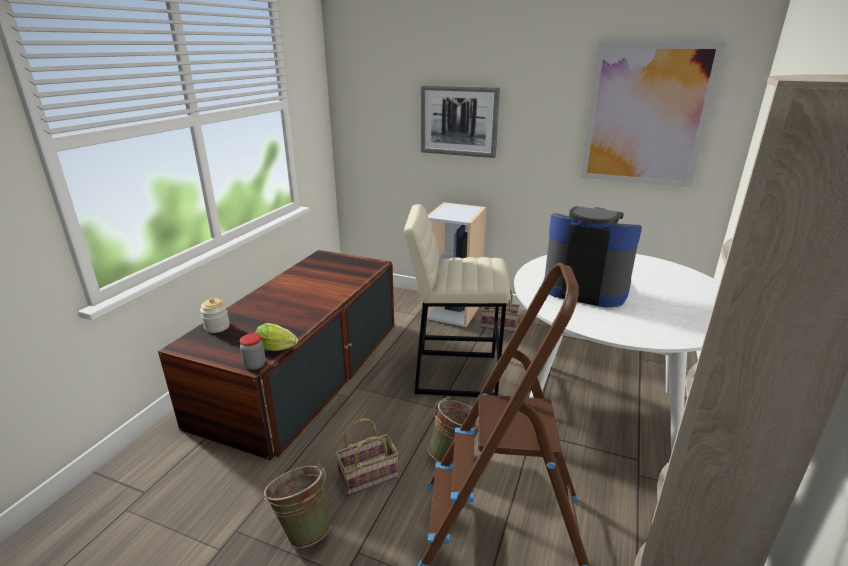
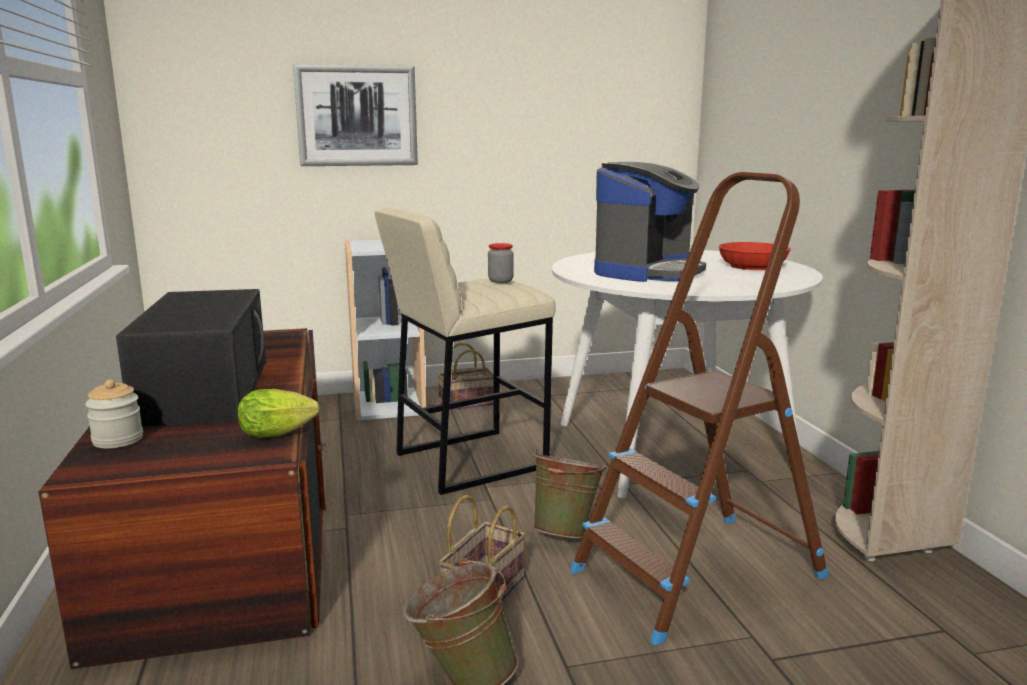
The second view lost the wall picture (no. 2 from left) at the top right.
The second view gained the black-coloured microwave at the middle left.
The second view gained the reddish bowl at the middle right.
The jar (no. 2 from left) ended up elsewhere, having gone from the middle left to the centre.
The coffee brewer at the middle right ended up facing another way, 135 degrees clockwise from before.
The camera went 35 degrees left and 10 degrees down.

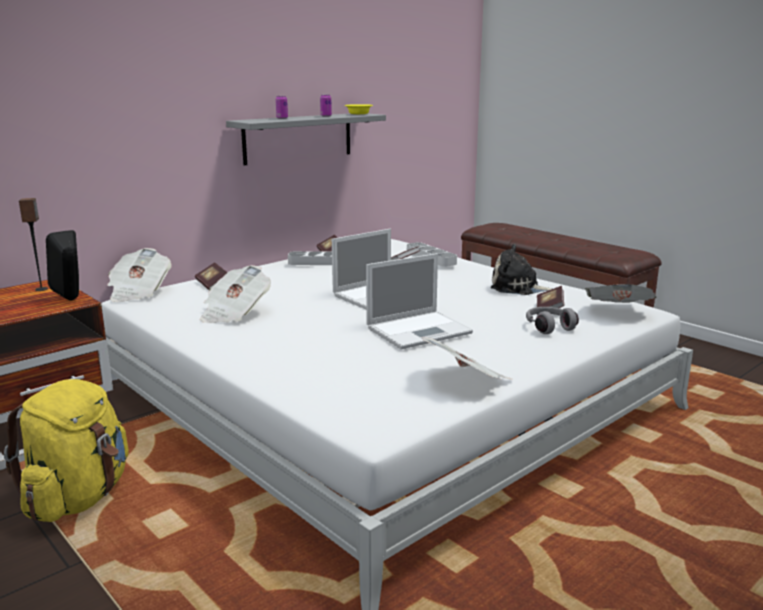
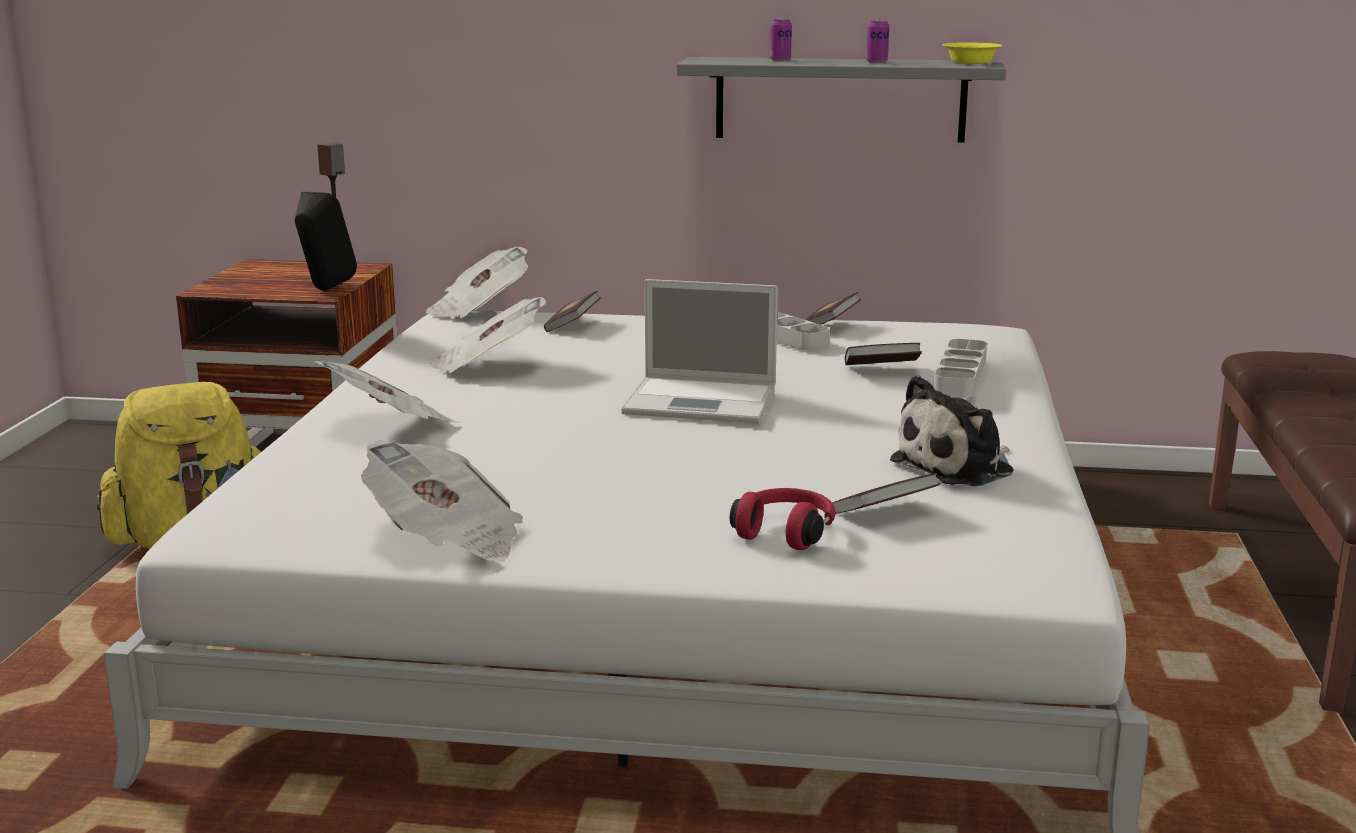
The second view lost the portable computer (no. 2 from left) at the centre.
The newspaper (no. 4 from left in the first image) ended up elsewhere, having gone from the middle right to the middle left.
What was the gray pair of headphones at the middle right turned into the reddish pair of headphones at the centre.
The cuddly toy at the middle right ended up facing another way, 105 degrees counterclockwise from before.
The camera went 50 degrees right and 0 degrees up.

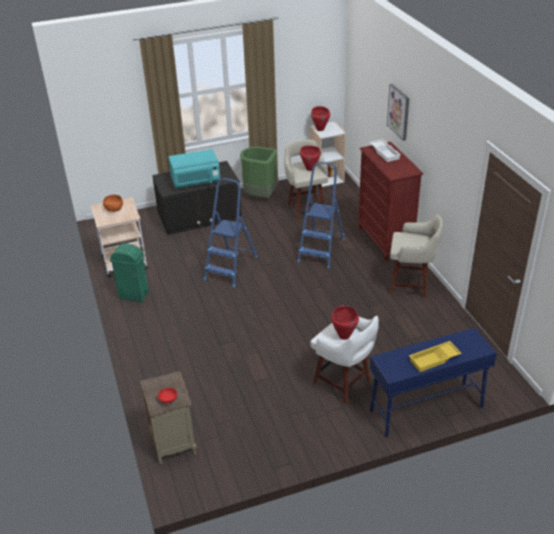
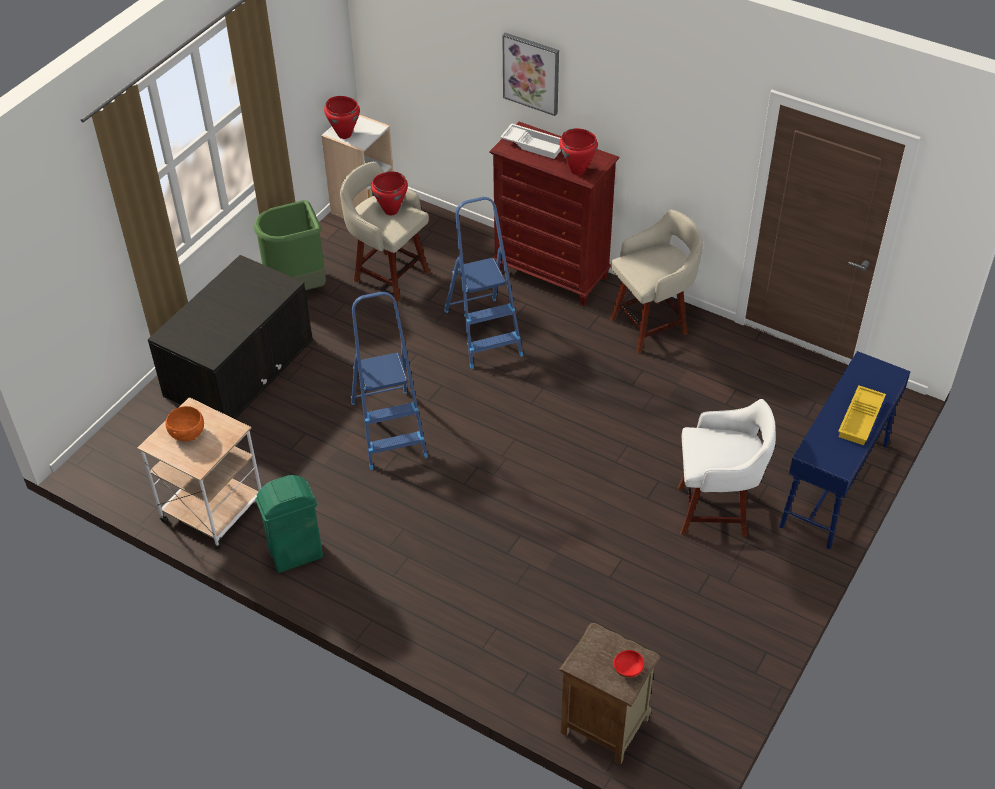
The second view lost the blue-green microwave at the top centre.
The reddish saucepot (no. 3 from left) ended up elsewhere, having gone from the centre to the top centre.
The camera went 40 degrees left and 10 degrees up.

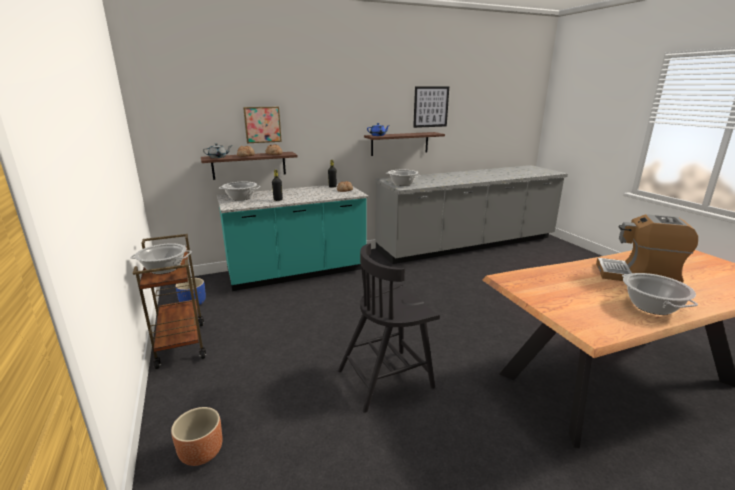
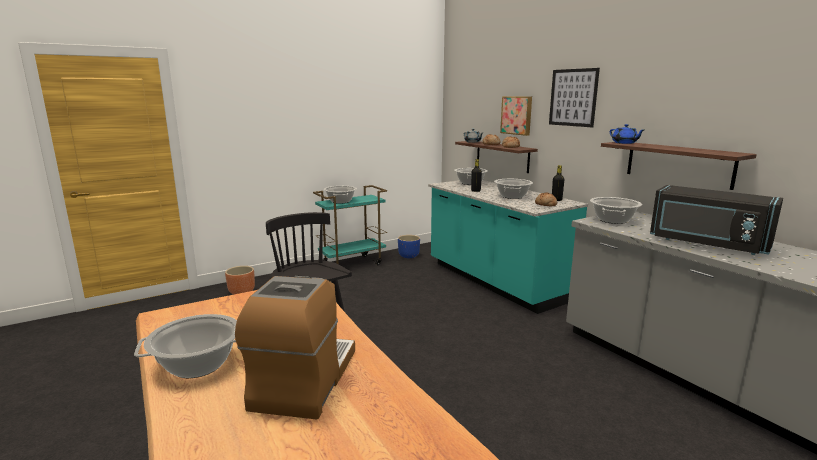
The second view gained the saucepot (no. 4 from left) at the centre.
The second view gained the black-coloured microwave at the middle right.
The wall picture (no. 2 from left) ended up elsewhere, having gone from the top centre to the top right.
What was the brown-coloured cart at the middle left turned into the blue-green cart at the centre.
The camera went 80 degrees right and 5 degrees down.

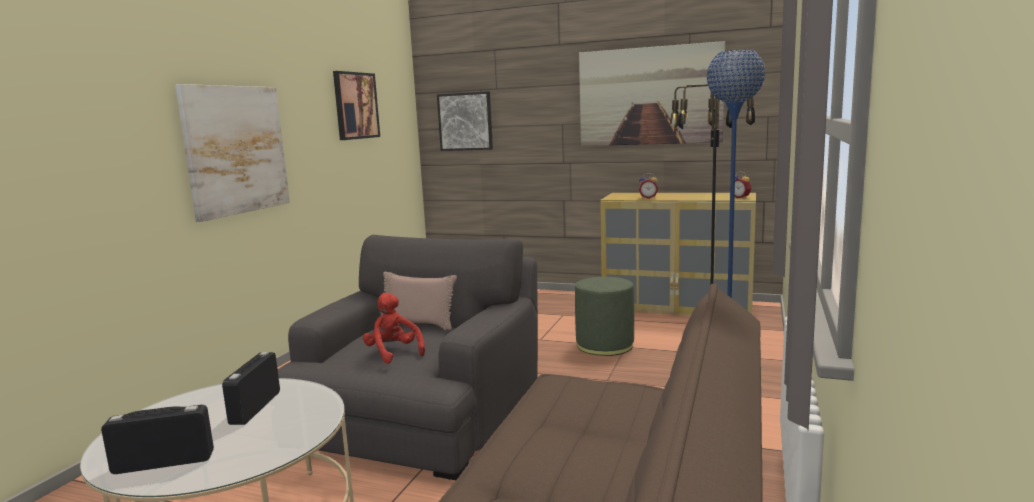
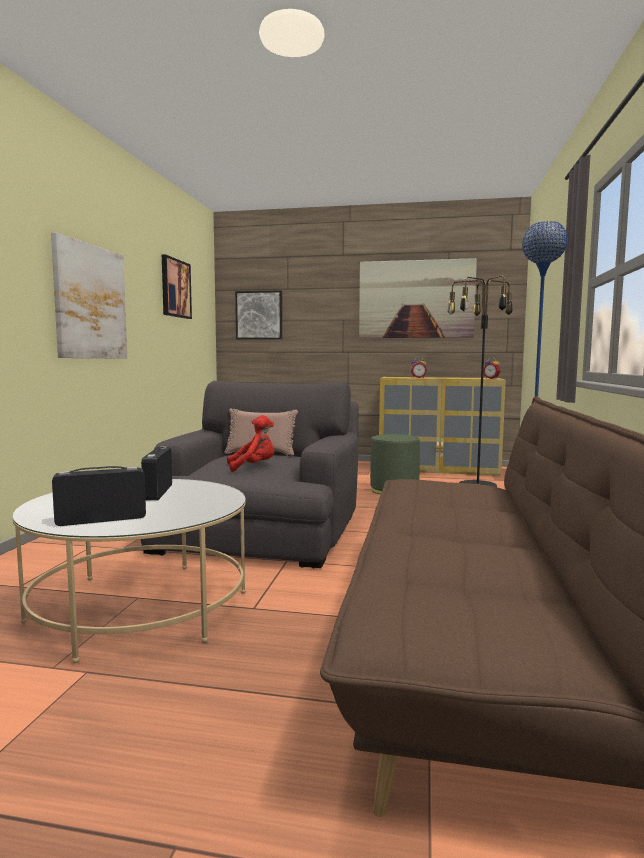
The reddish cuddly toy at the centre ended up facing another way, 120 degrees clockwise from before.
The camera went 10 degrees left and 5 degrees down.

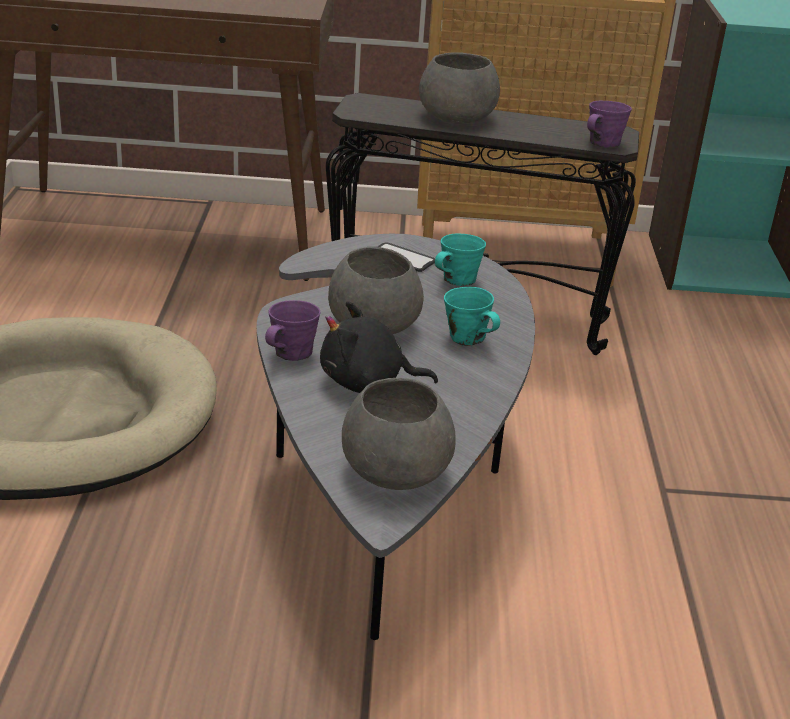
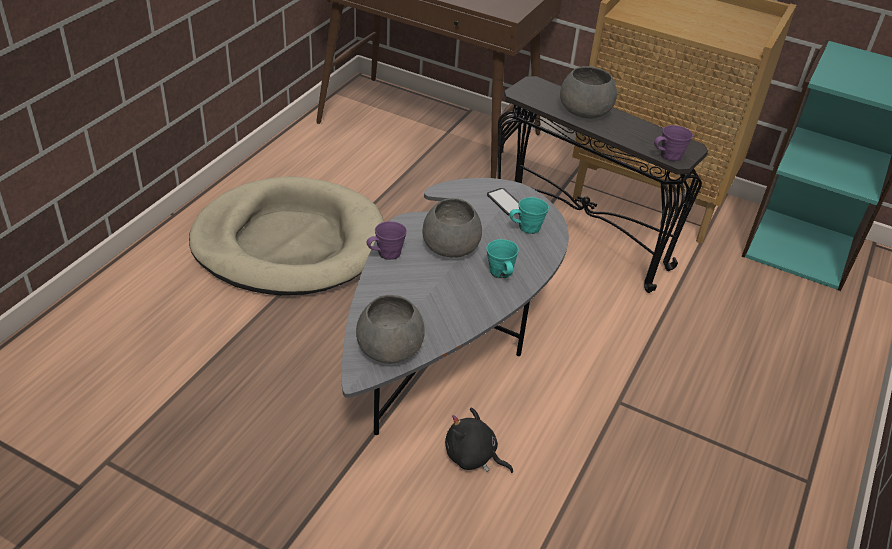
The black-coloured cuddly toy ended up elsewhere, having gone from the centre to the bottom centre.
The camera went 25 degrees right and 10 degrees up.

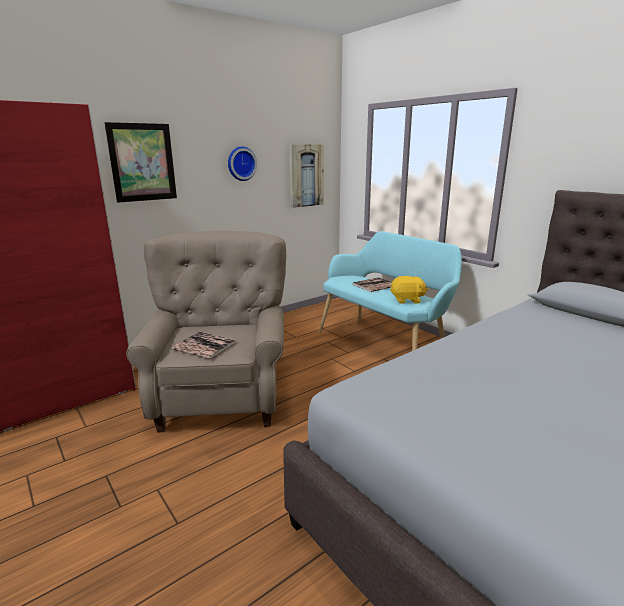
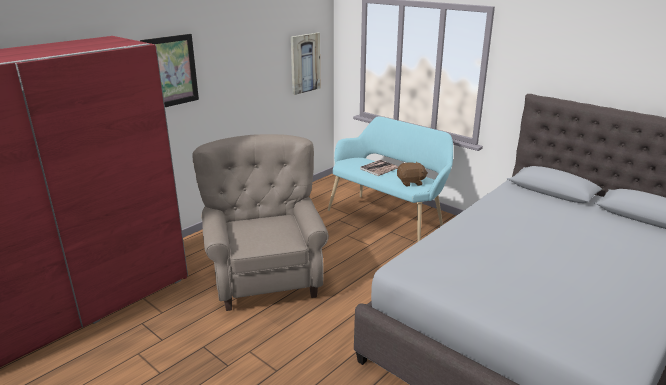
The second view lost the bound book (no. 1 from left) at the middle left.
The second view lost the clock on the wall at the top centre.
What was the yellow cuddly toy at the centre turned into the brown-coloured cuddly toy at the centre.
The camera went 10 degrees left and 5 degrees up.

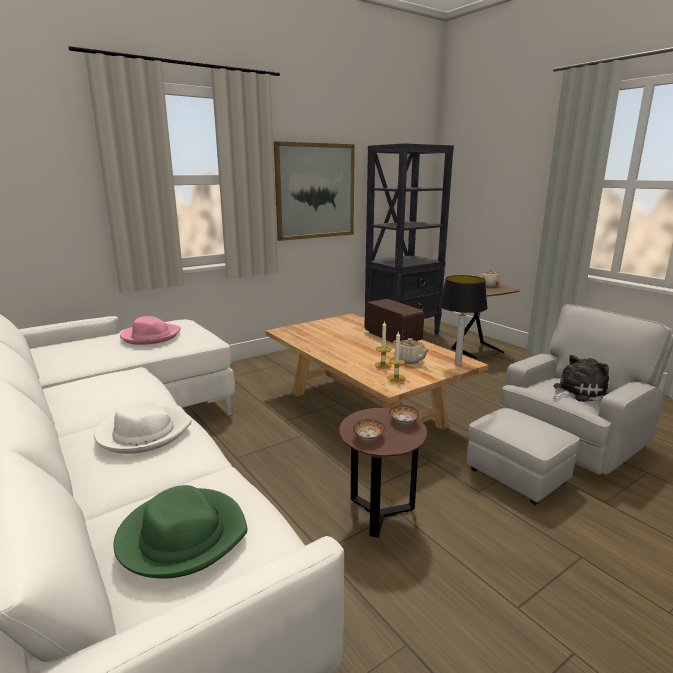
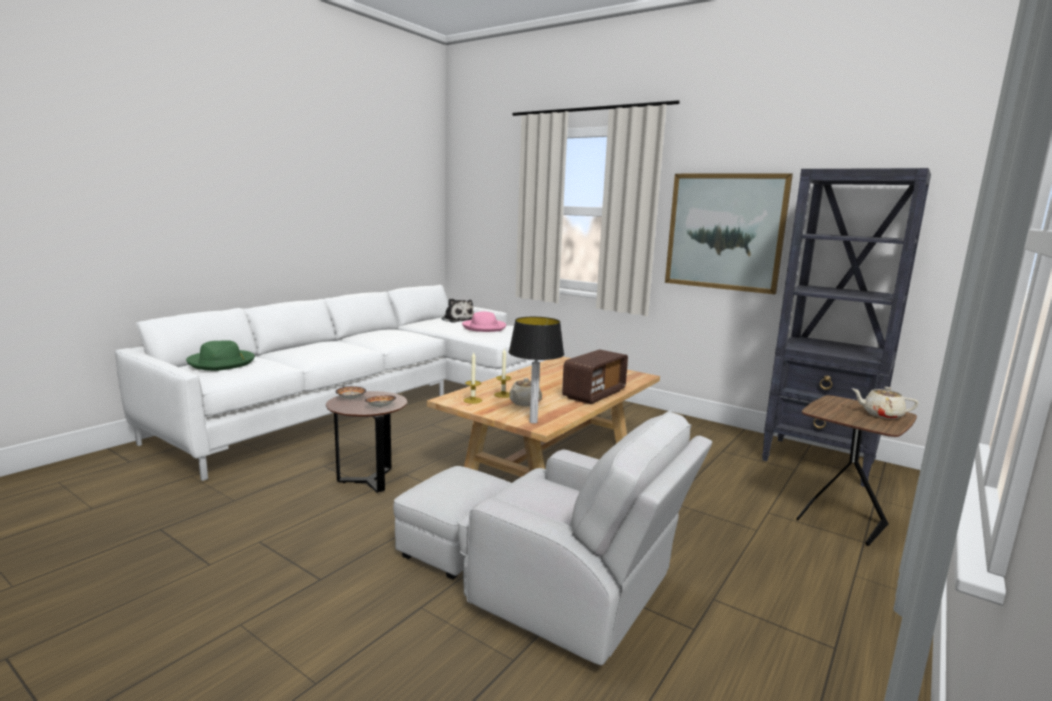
The second view lost the whitish wearable hat at the middle left.
The cuddly toy ended up elsewhere, having gone from the middle right to the centre.
The camera went 70 degrees right and 5 degrees down.

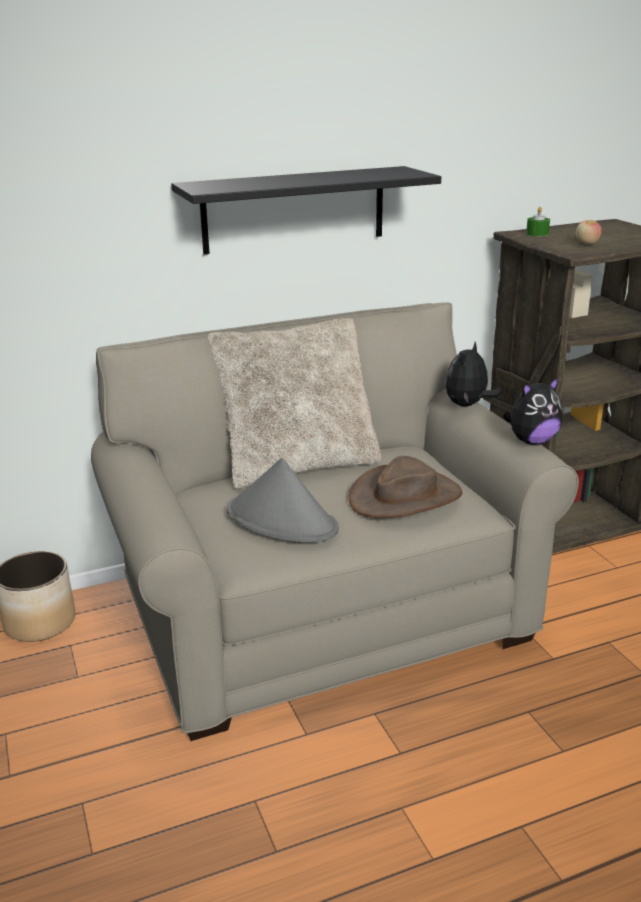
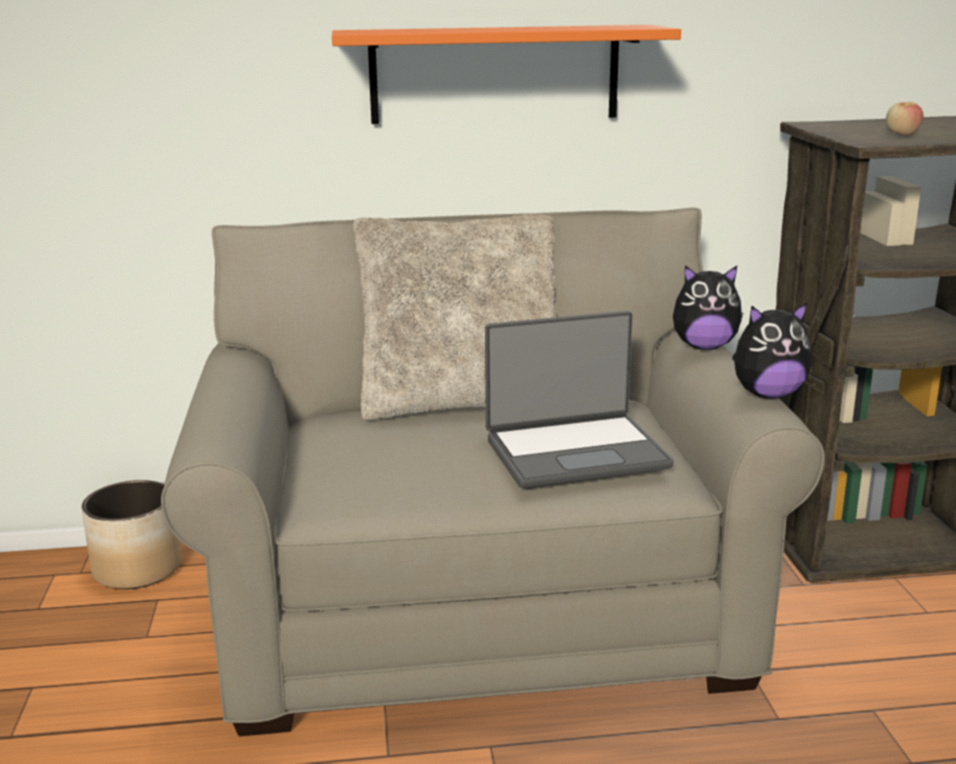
The second view lost the gray wearable hat at the centre.
The second view lost the green-coloured wax candle at the top right.
Where the brown-coloured wearable hat stood at the centre, the portable computer came to stand at the centre.
What was the black-coloured wall shelf at the top centre turned into the orangey wall shelf at the top centre.
The cuddly toy (no. 1 from left) at the middle right ended up facing another way, 135 degrees counterclockwise from before.
The camera went 15 degrees right and 5 degrees down.

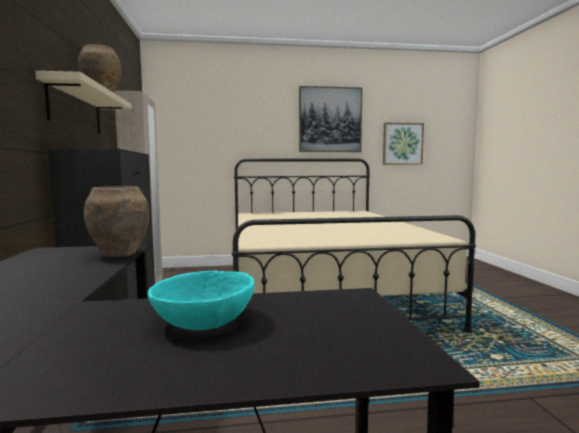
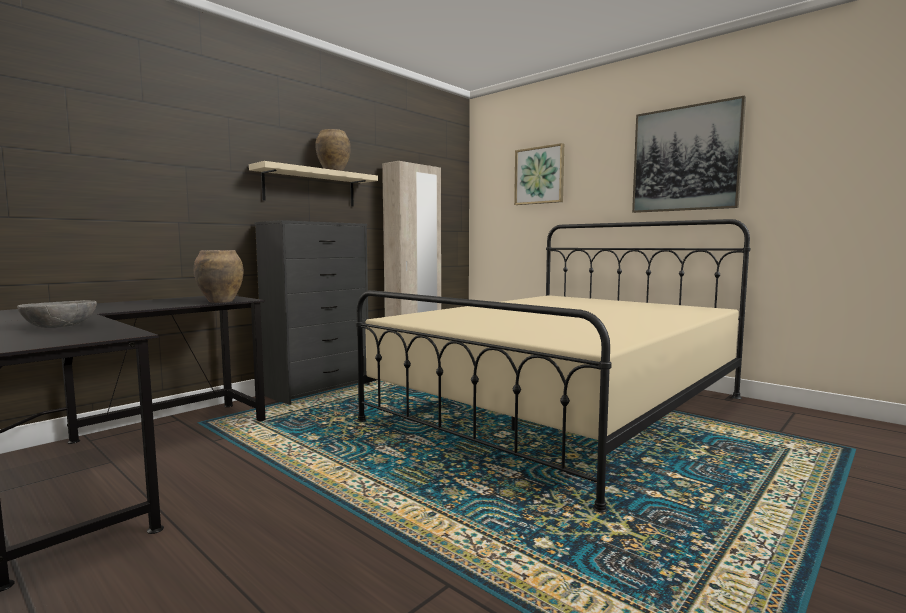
The wall picture (no. 2 from left in the first image) ended up elsewhere, having gone from the top right to the top centre.
What was the blue-green bowl at the bottom centre turned into the gray bowl at the middle left.
The camera went 50 degrees right and 0 degrees up.

